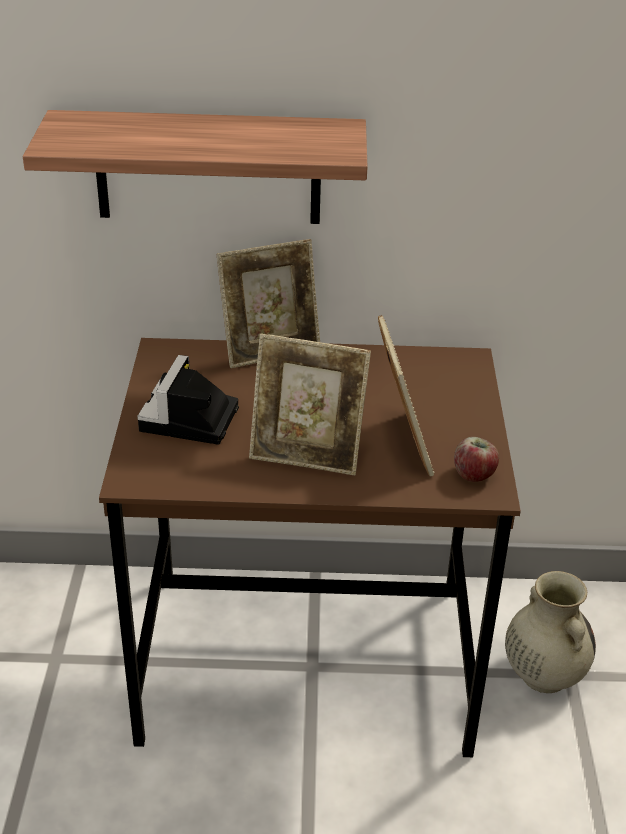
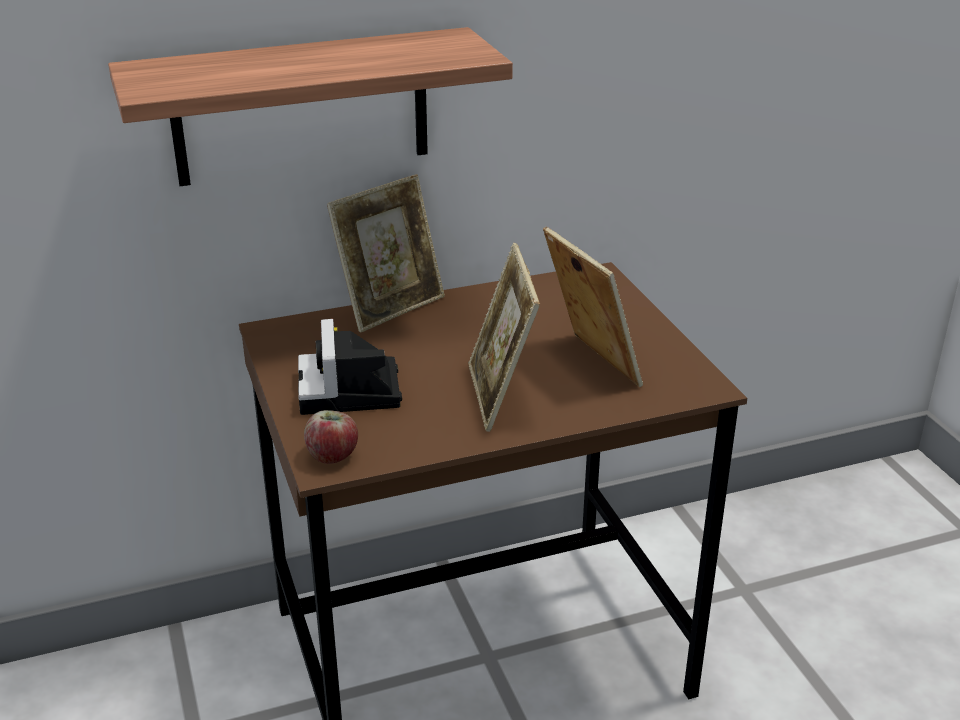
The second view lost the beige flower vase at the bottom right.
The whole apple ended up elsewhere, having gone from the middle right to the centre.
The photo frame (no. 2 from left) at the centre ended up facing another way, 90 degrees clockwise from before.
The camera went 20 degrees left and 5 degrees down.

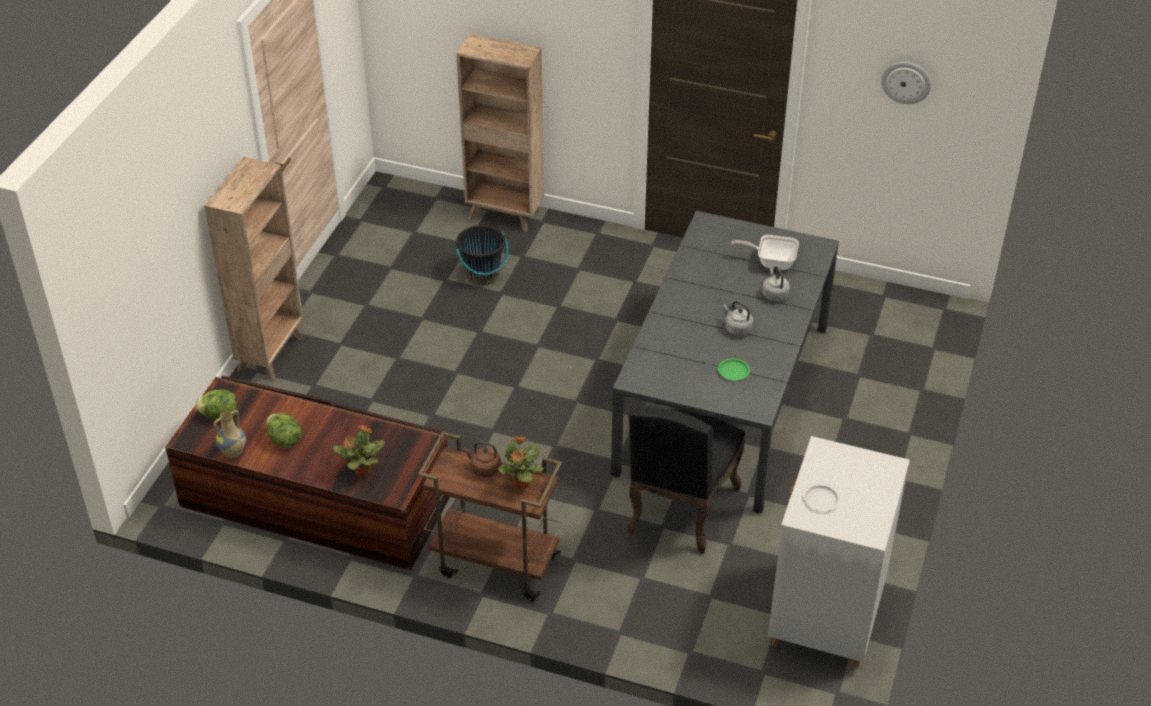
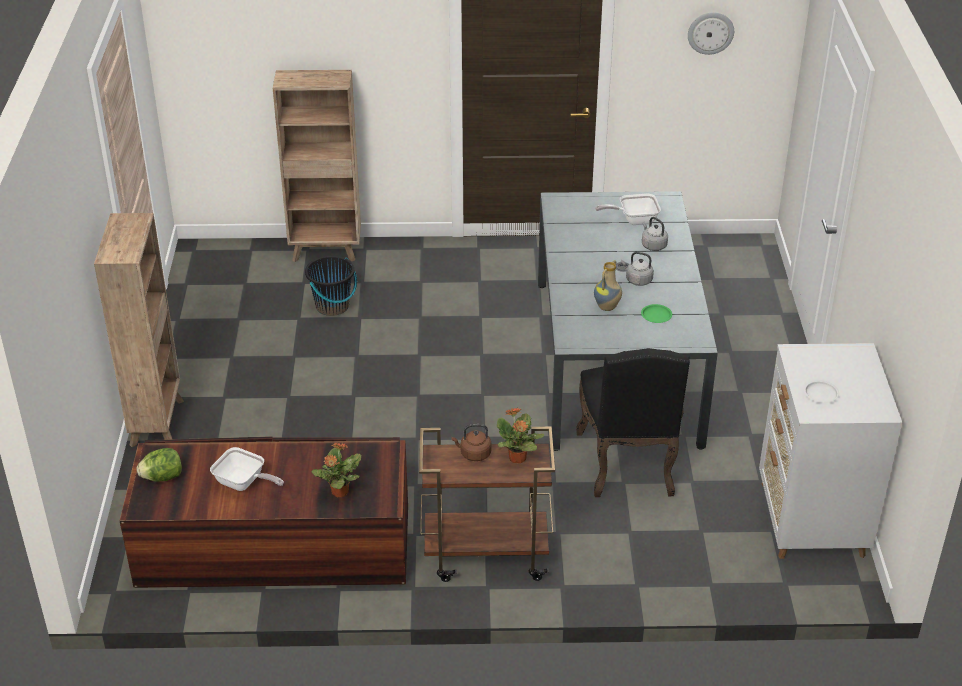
The flower vase ended up elsewhere, having gone from the middle left to the centre.
Where the lettuce (no. 2 from left) stood at the middle left, the pan (no. 1 from left) came to stand at the bottom left.
The camera went 20 degrees left and 5 degrees down.

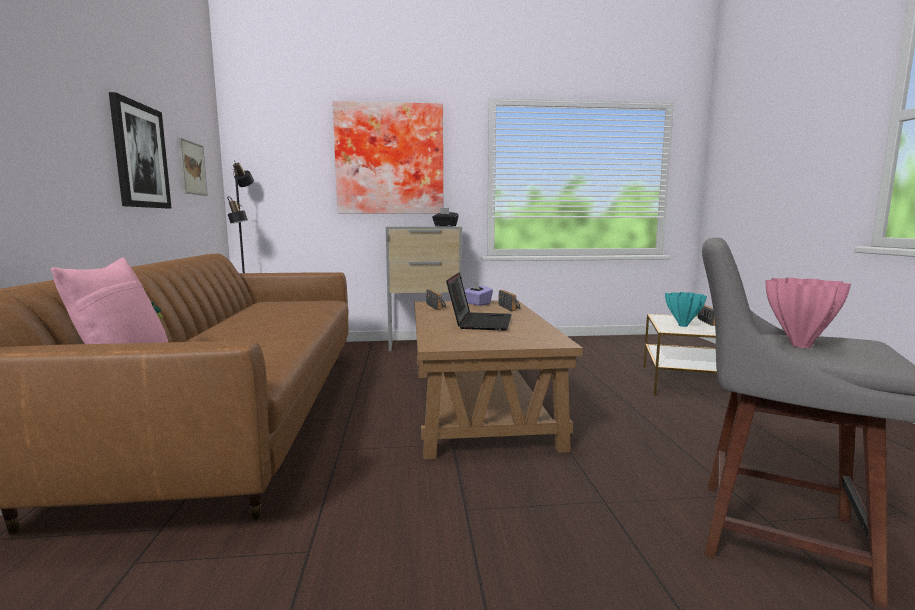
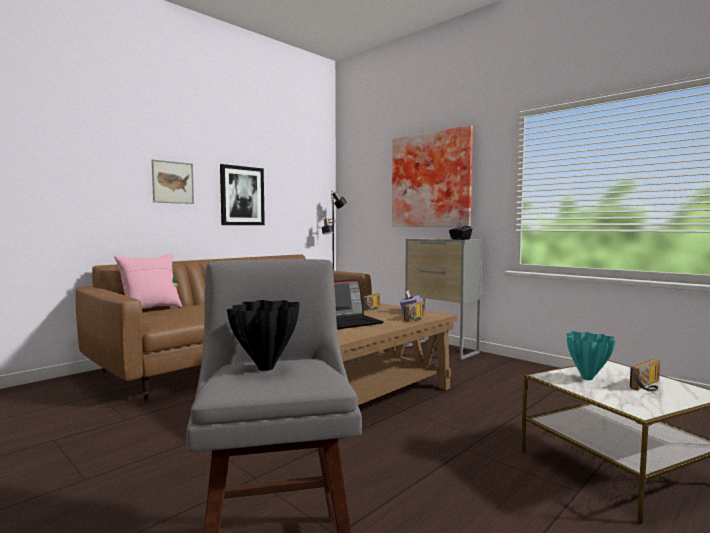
The wall picture (no. 2 from left in the first image) ended up elsewhere, having gone from the top left to the middle left.
What was the pinkish flower vase at the middle right turned into the black-coloured flower vase at the centre.
The camera went 50 degrees right and 5 degrees down.

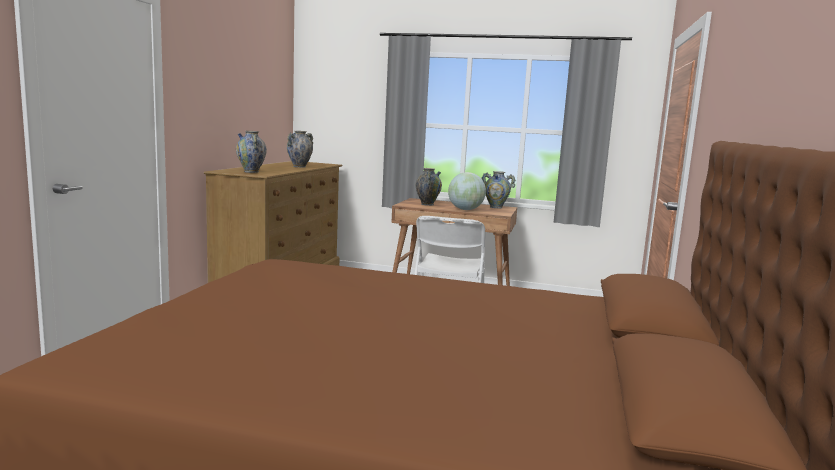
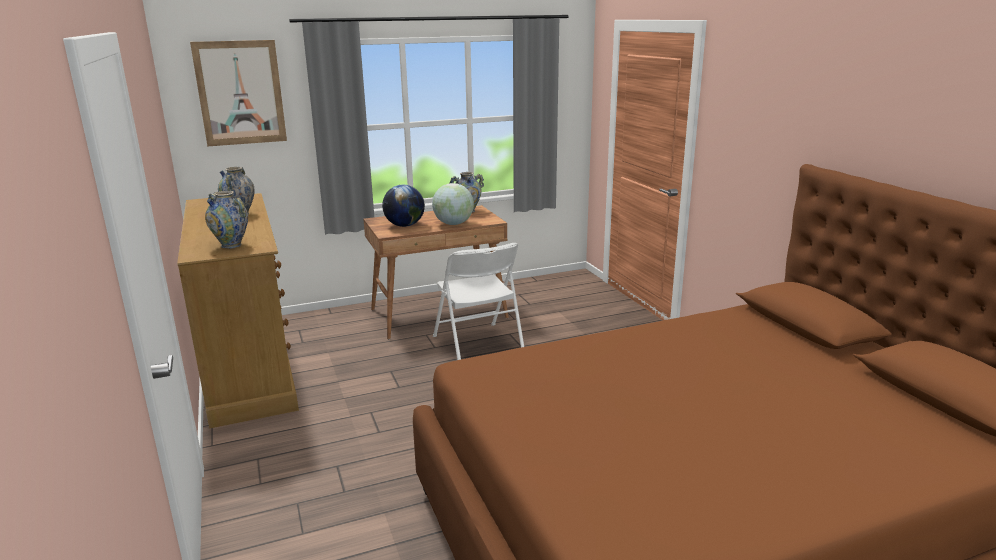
The second view gained the wall picture at the top left.
Where the flower vase (no. 3 from left) stood at the centre, the globe (no. 1 from left) came to stand at the centre.
The camera went 35 degrees left and 10 degrees up.

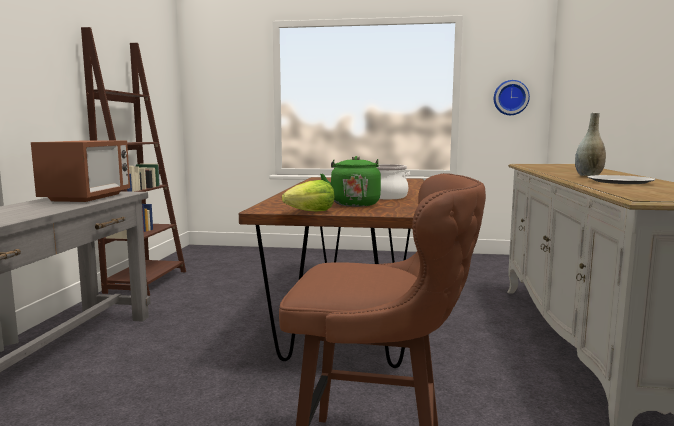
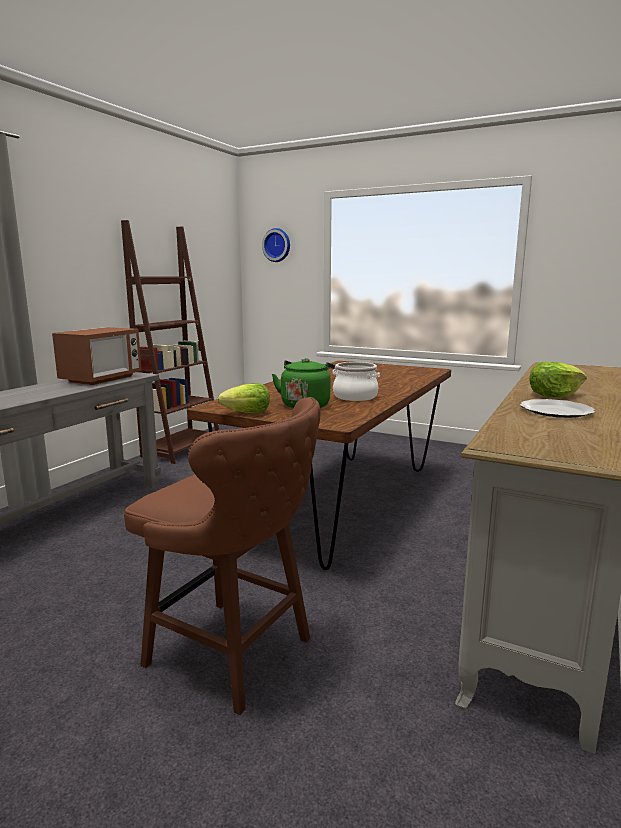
The clock on the wall ended up elsewhere, having gone from the top right to the top centre.
Where the gray flower vase stood at the middle right, the lettuce (no. 2 from left) came to stand at the middle right.
The camera went 20 degrees right and 5 degrees up.

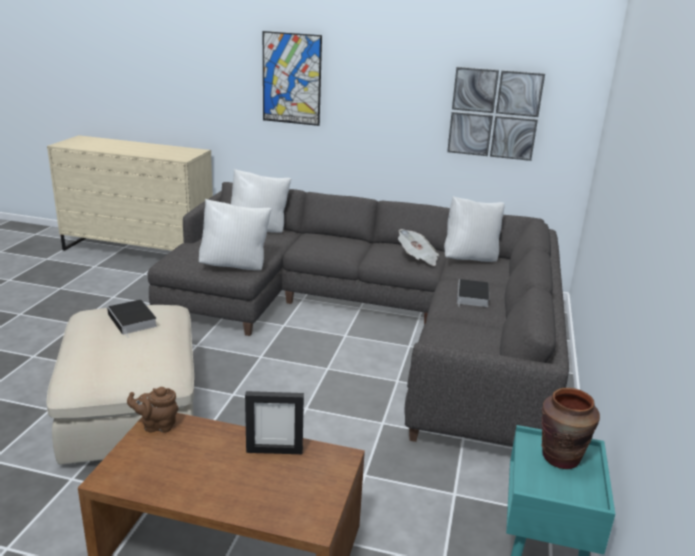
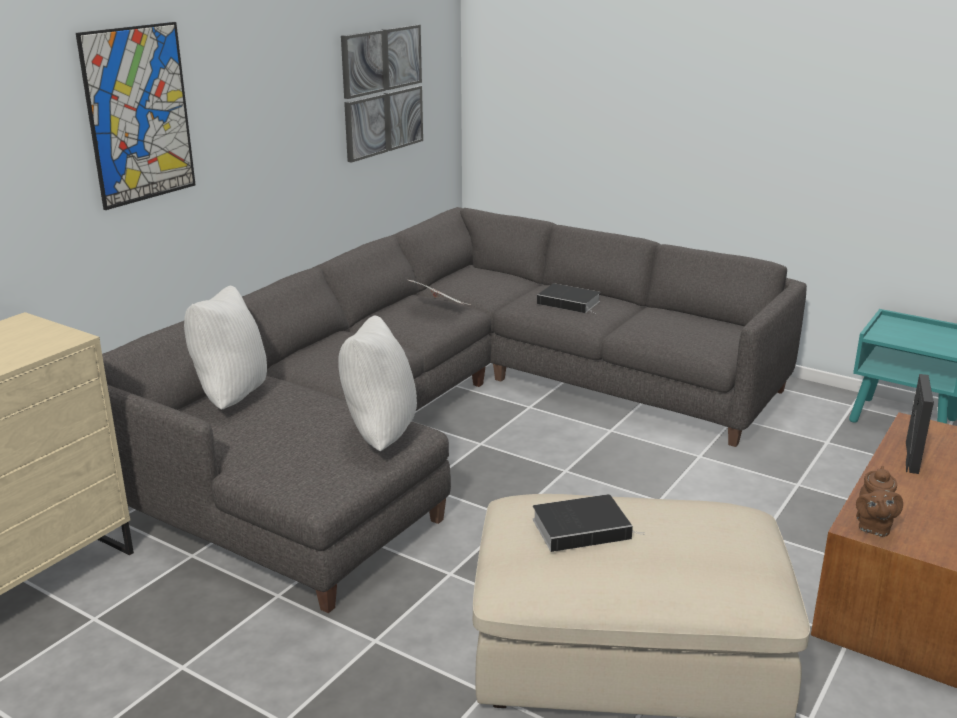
The second view lost the whitish cushion (no. 3 from left) at the middle right.
The second view lost the brown-coloured flower vase at the bottom right.
The camera went 70 degrees left and 0 degrees up.

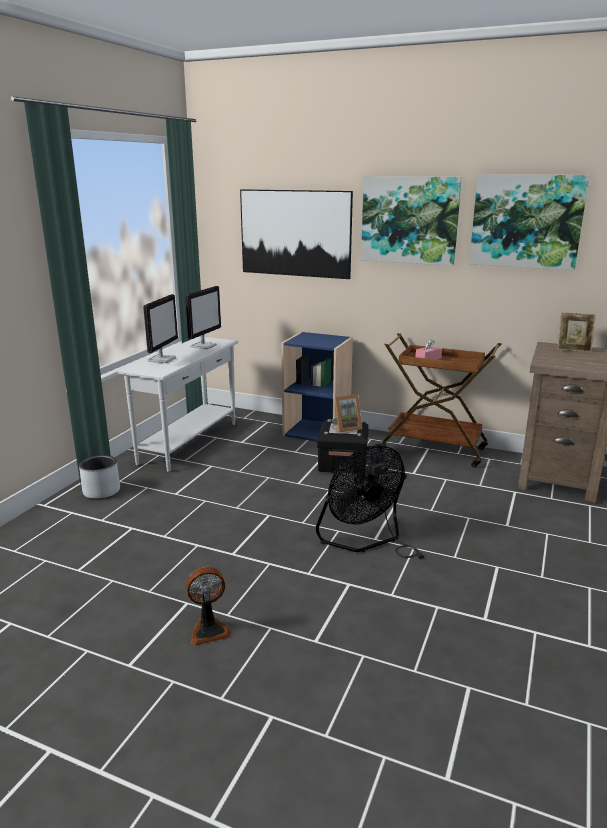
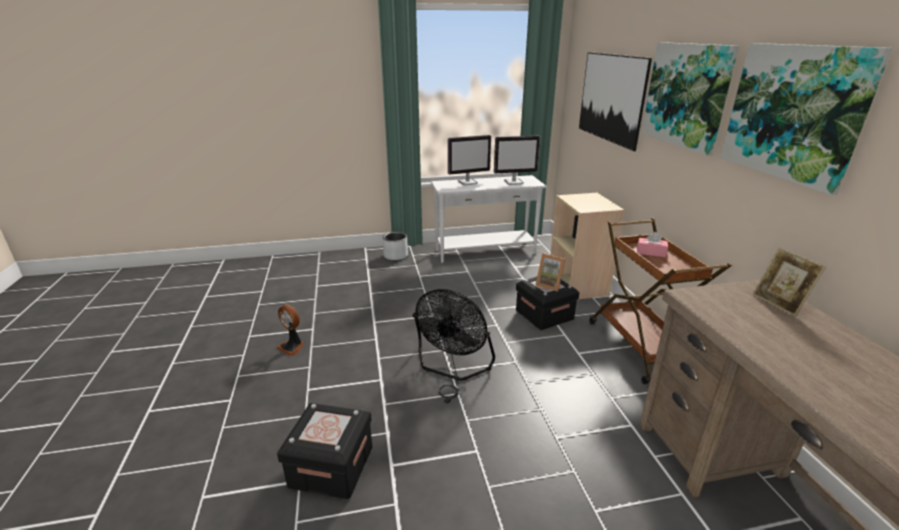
The second view gained the black-coloured storage bin (no. 1 from left) at the bottom centre.
What was the blue shelving unit at the centre turned into the beige shelving unit at the centre.
The camera went 55 degrees right and 5 degrees up.

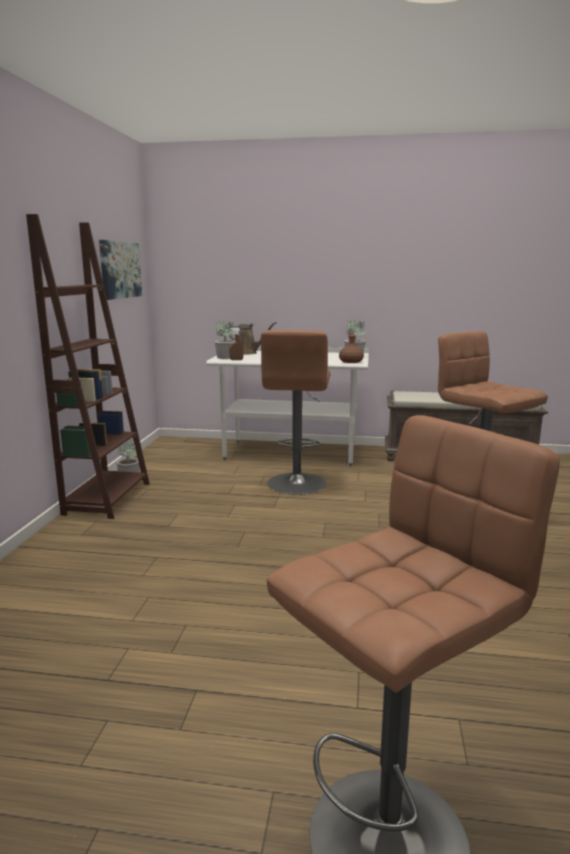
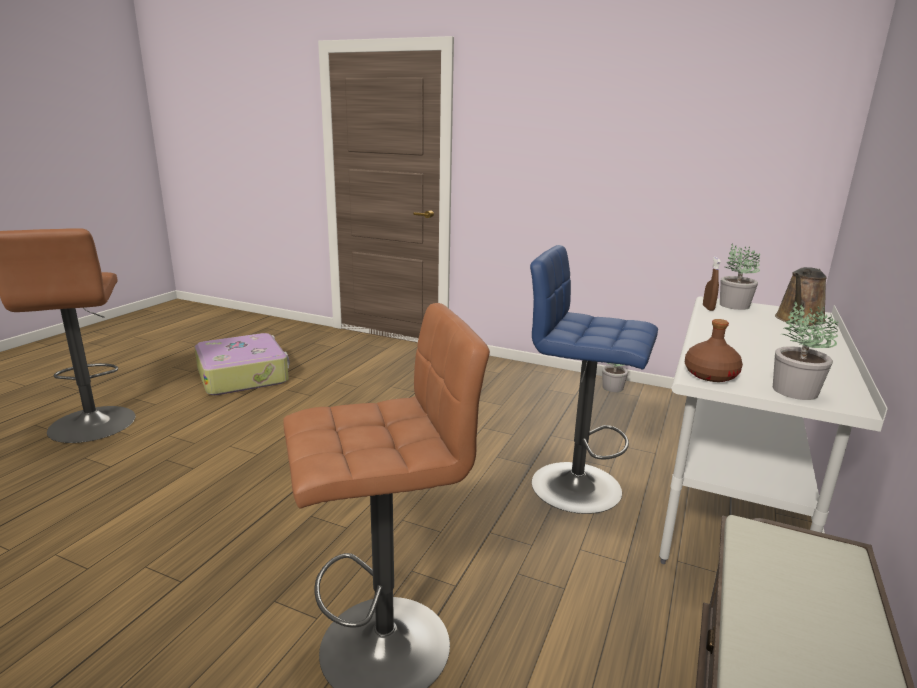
The second view lost the brown-coloured shelving unit at the middle left.
The second view lost the wall picture at the top left.
The second view gained the travel case at the middle left.
What was the brown-coloured sitting stool (no. 1 from left) at the centre turned into the blue sitting stool at the centre.
The camera went 105 degrees right and 5 degrees up.

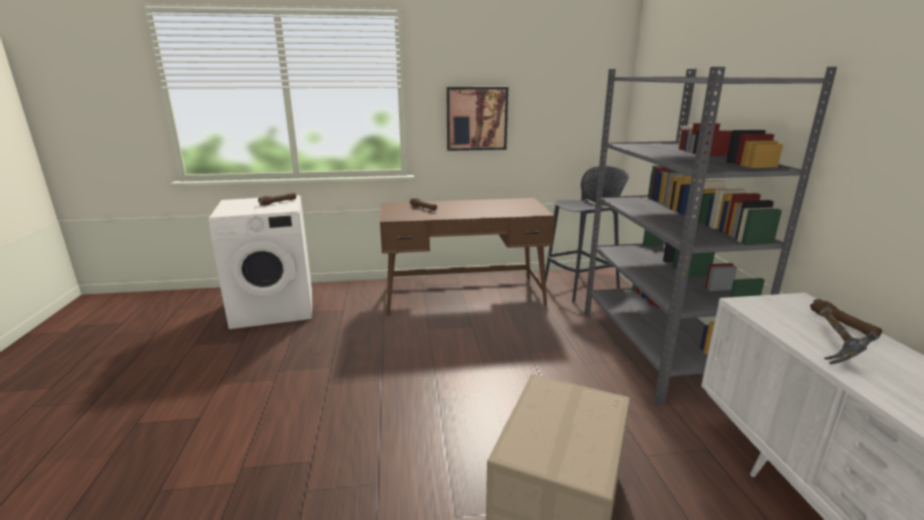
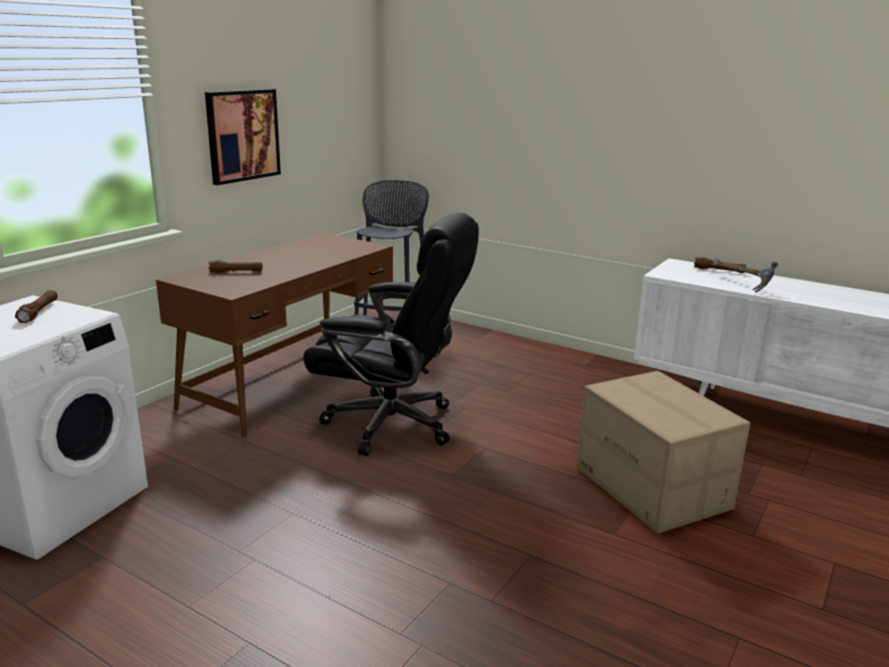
The second view lost the gray shelving unit at the middle right.
The second view gained the black-coloured computer chair at the centre.
The camera went 50 degrees left and 0 degrees up.

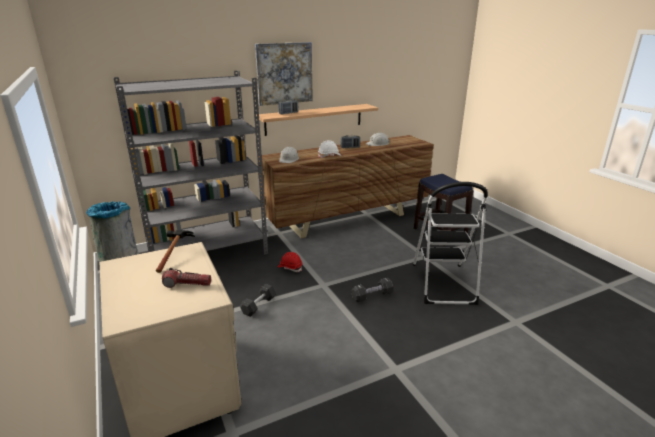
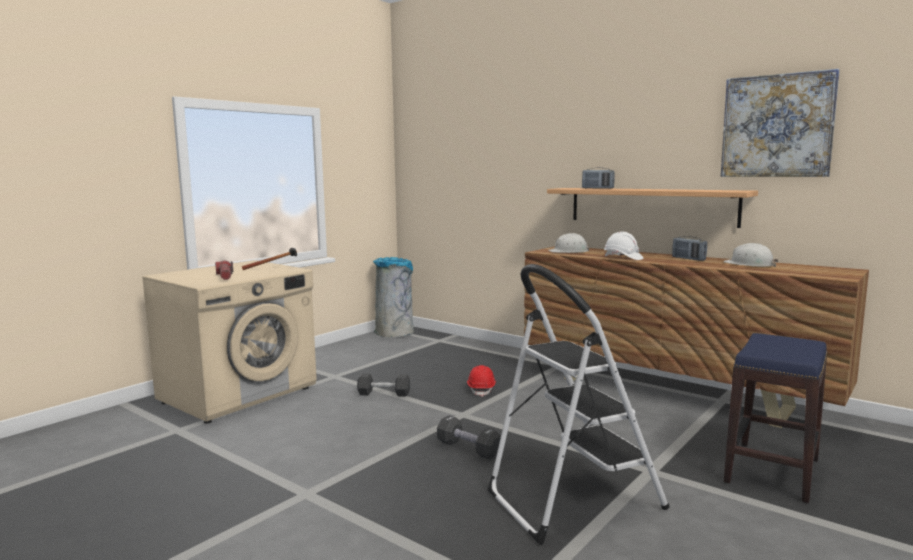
The second view lost the gray shelving unit at the middle left.
The wall picture ended up elsewhere, having gone from the top centre to the top right.
The camera went 65 degrees right and 15 degrees down.

